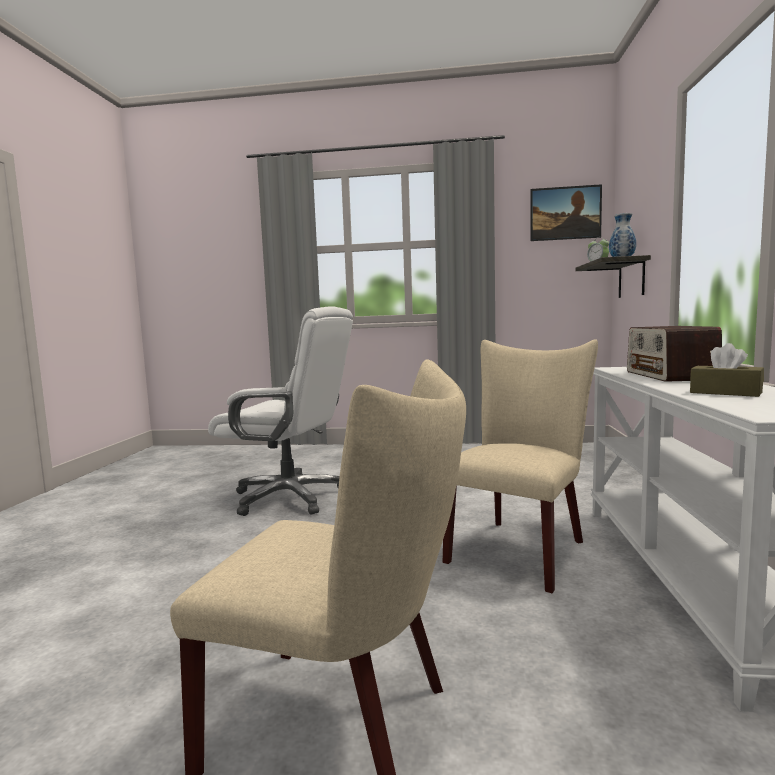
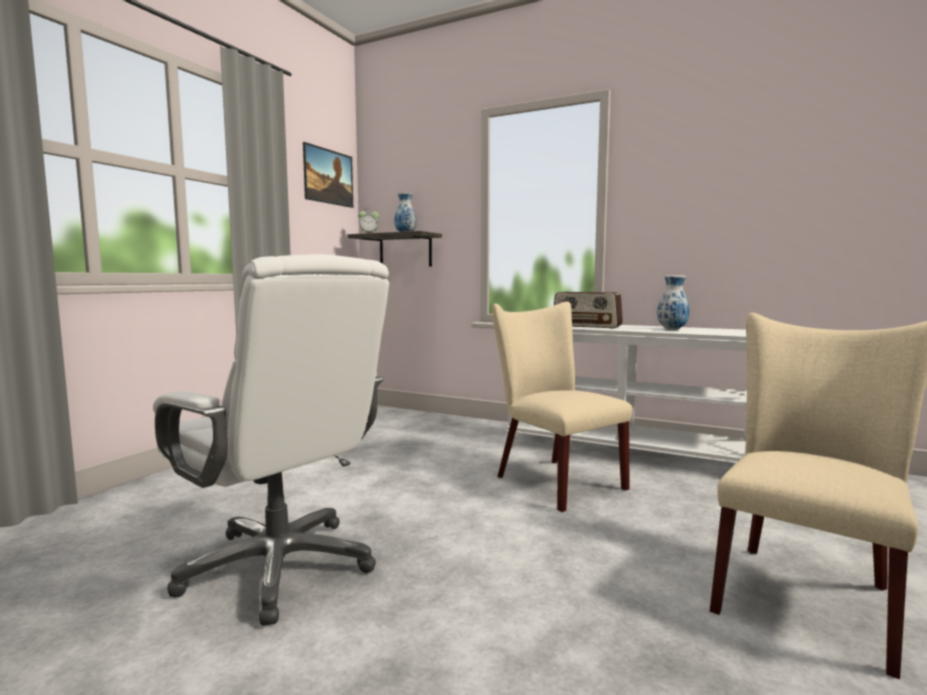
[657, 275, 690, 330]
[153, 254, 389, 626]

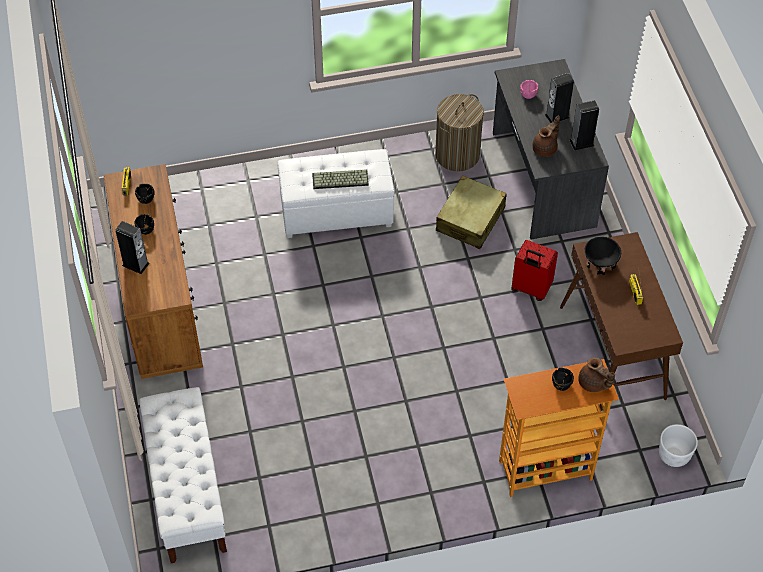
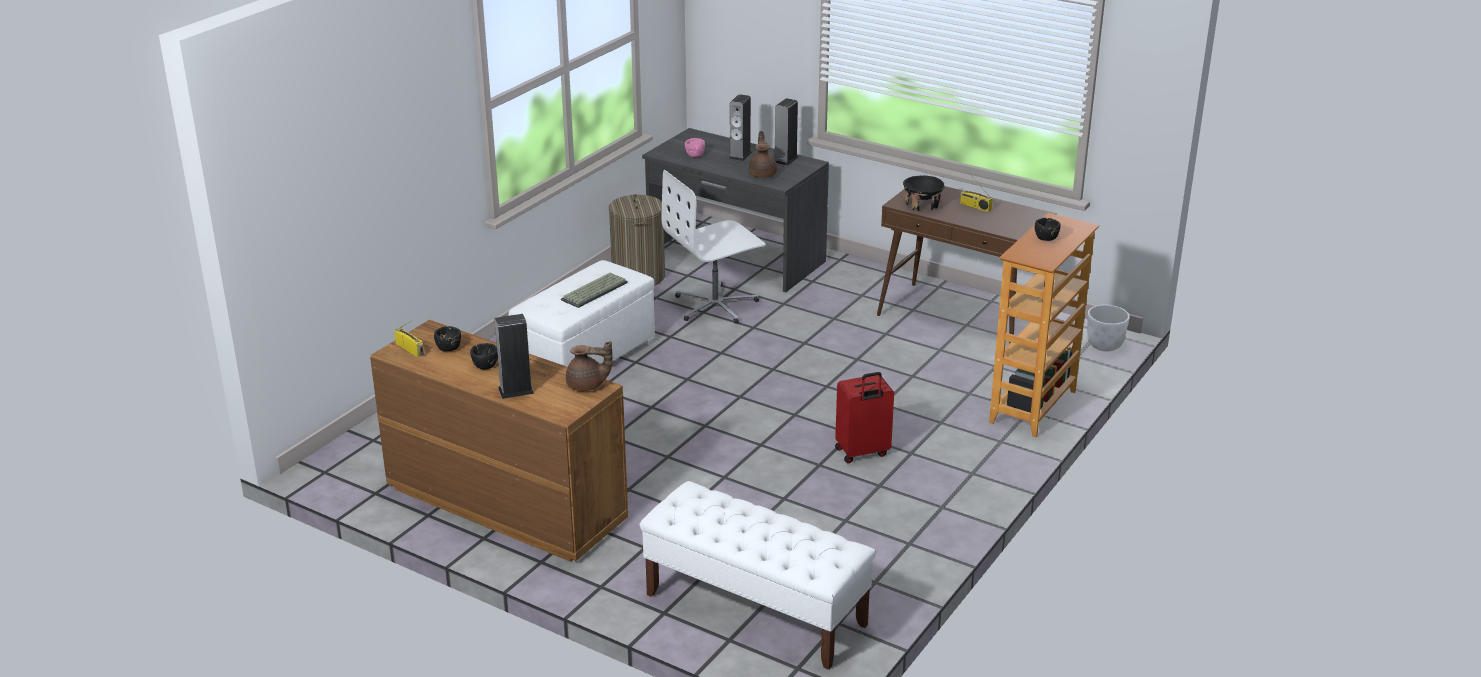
[835, 372, 894, 463]
[566, 341, 613, 391]
[662, 170, 765, 324]

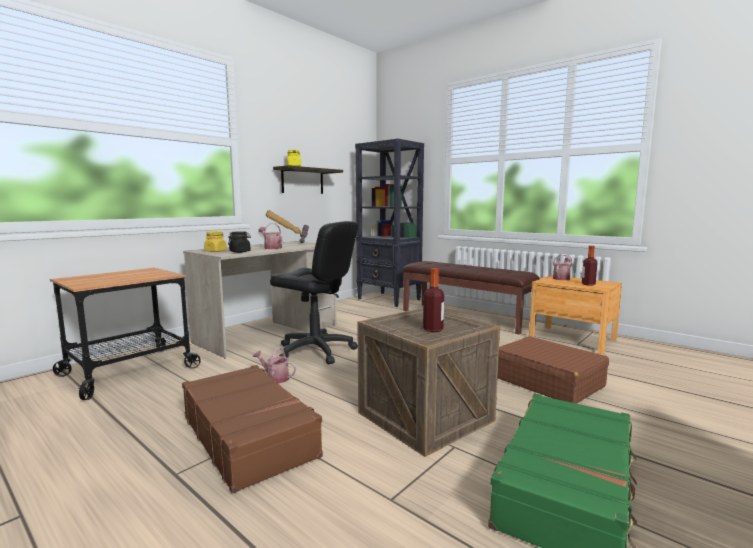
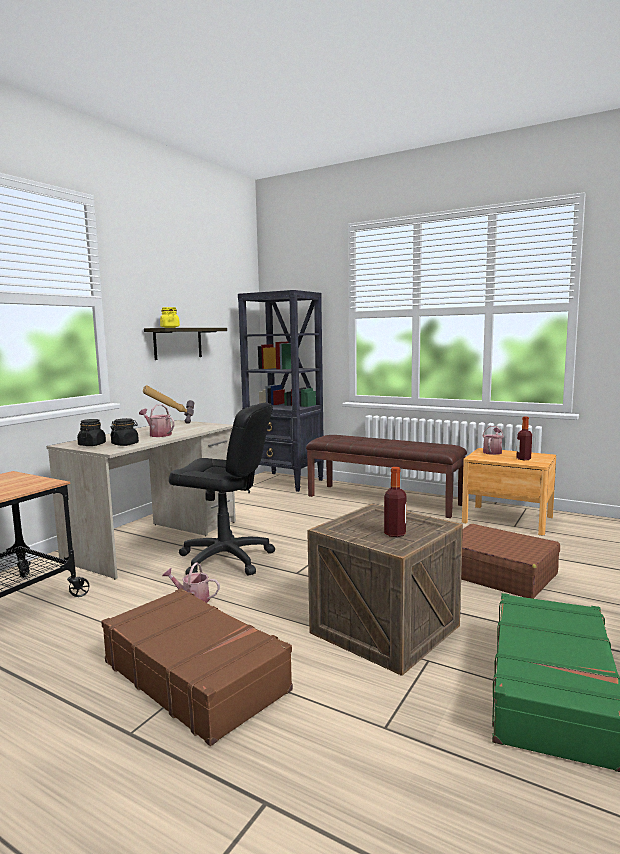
[77, 419, 106, 446]

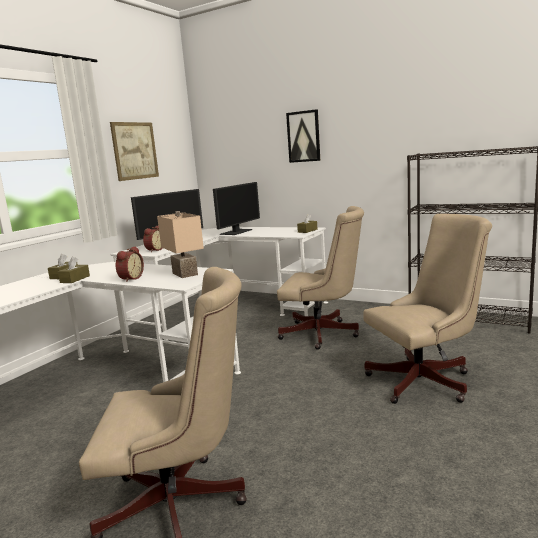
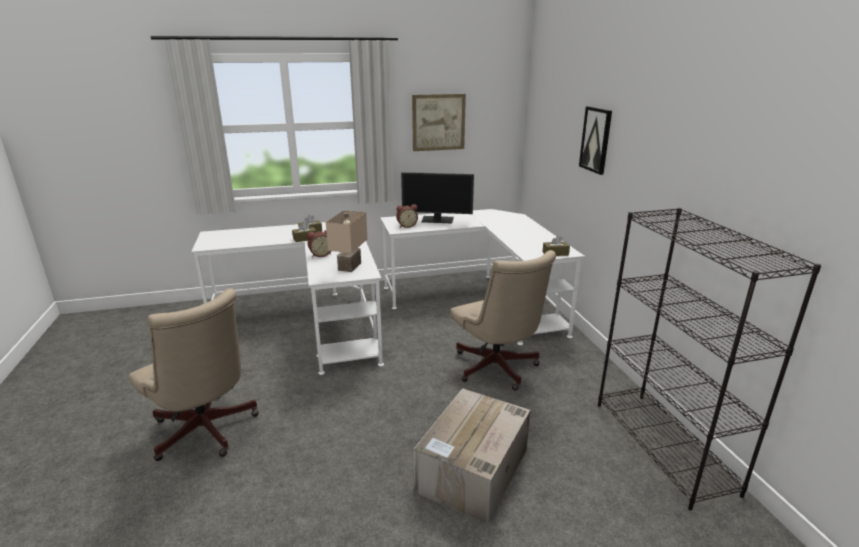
[213, 182, 260, 235] (first image)
[413, 388, 530, 524]

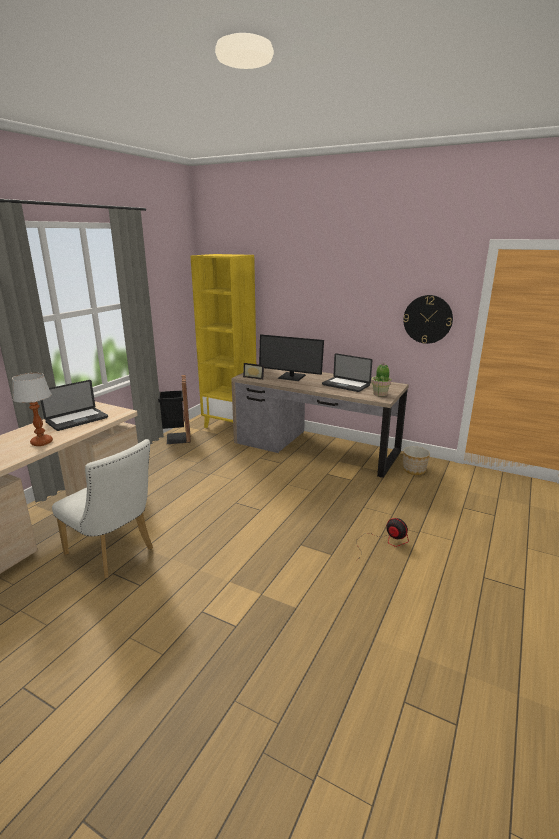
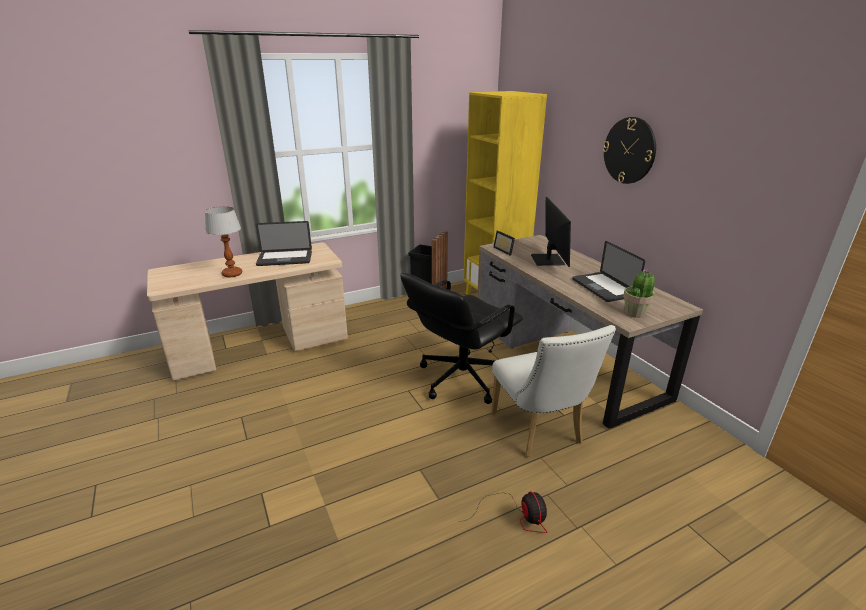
[403, 446, 430, 475] (first image)
[400, 273, 523, 404]
[491, 325, 616, 457]
[603, 117, 656, 184]
[531, 197, 571, 267]

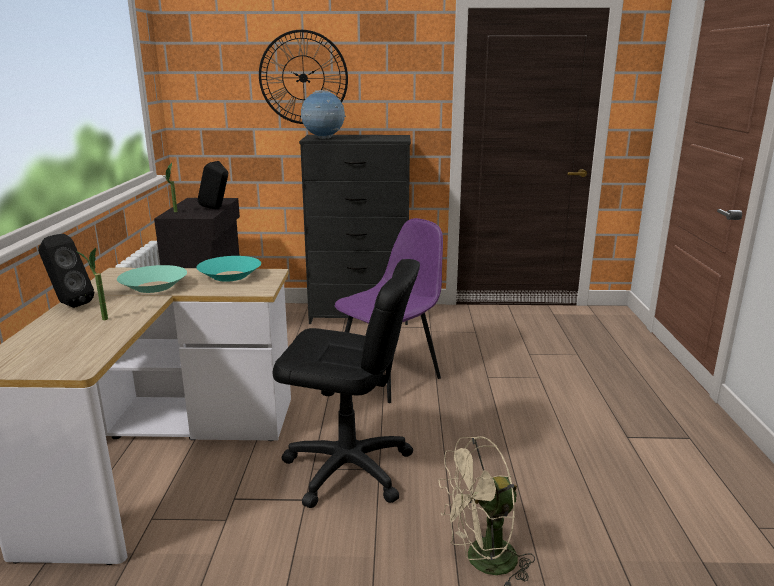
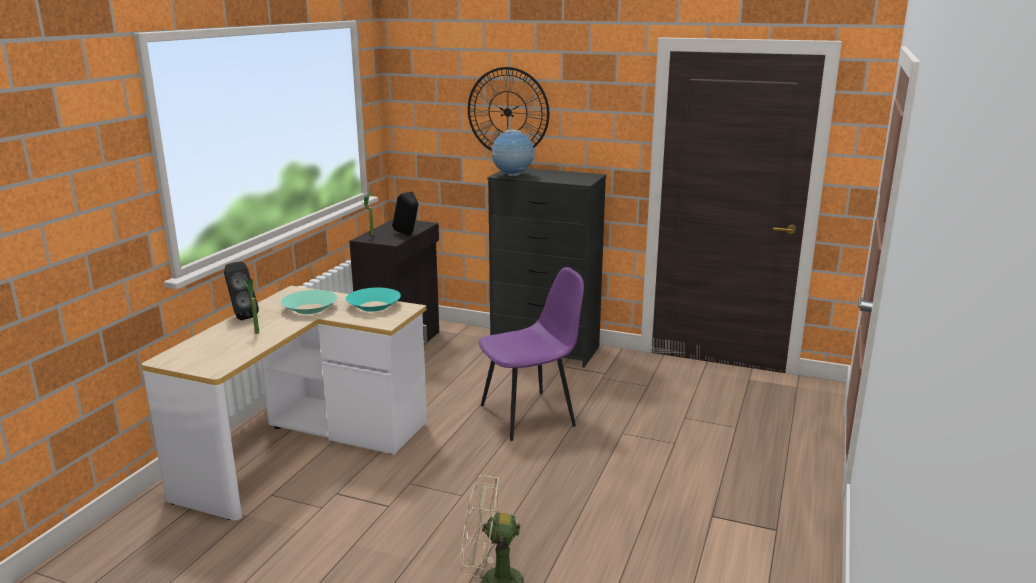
[273, 259, 420, 508] (first image)

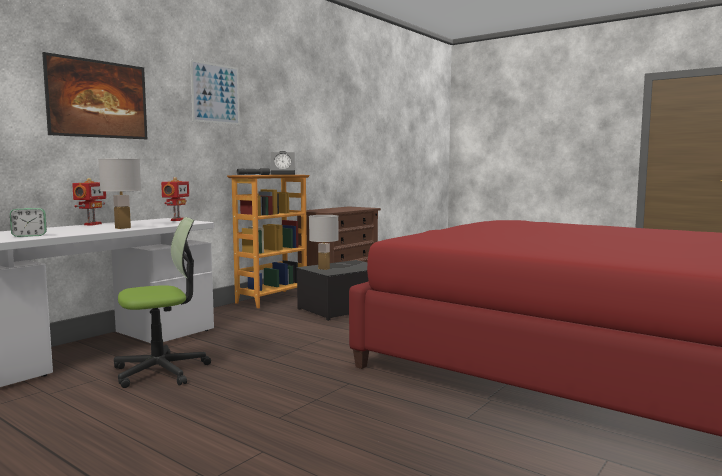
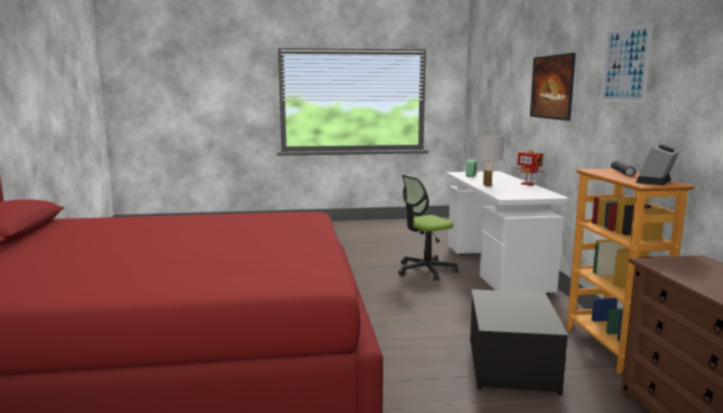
[161, 177, 189, 221] (first image)
[309, 215, 338, 270] (first image)
[398, 175, 458, 281]

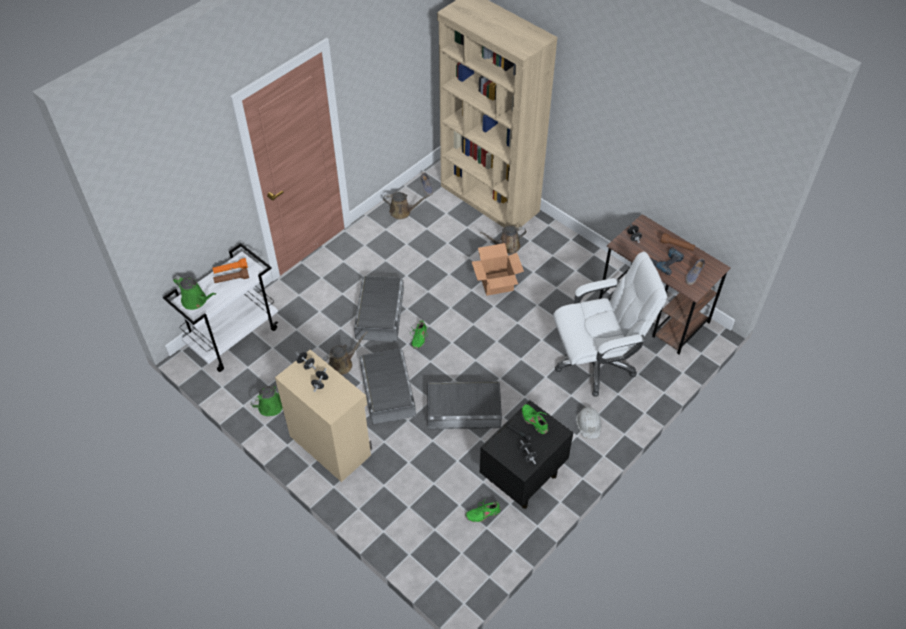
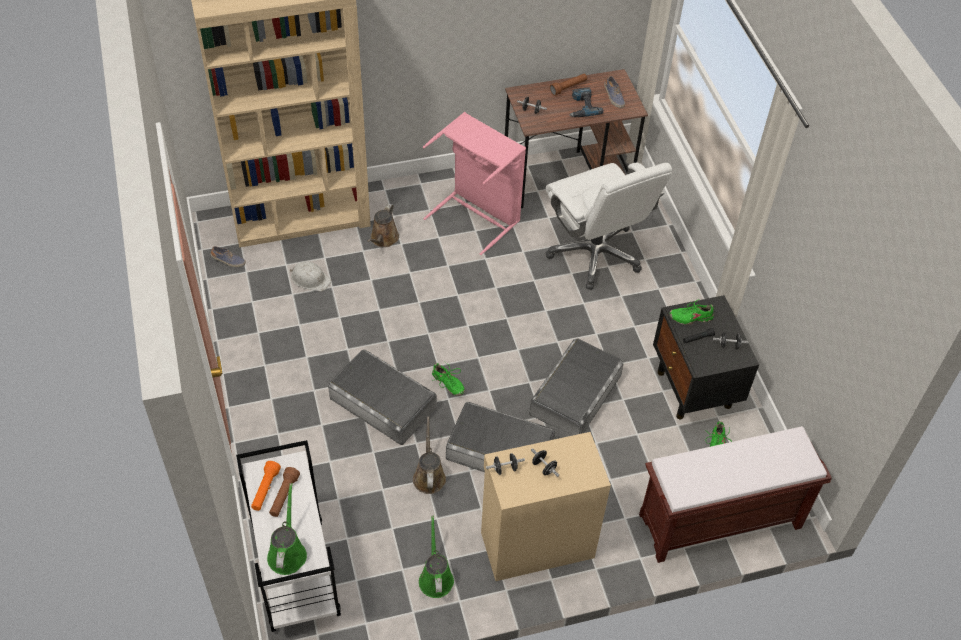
[383, 192, 429, 219] (first image)
[472, 243, 524, 296] (first image)
[423, 112, 526, 255]
[639, 426, 832, 563]
[290, 261, 331, 292]
[267, 483, 307, 575]
[546, 162, 672, 290]

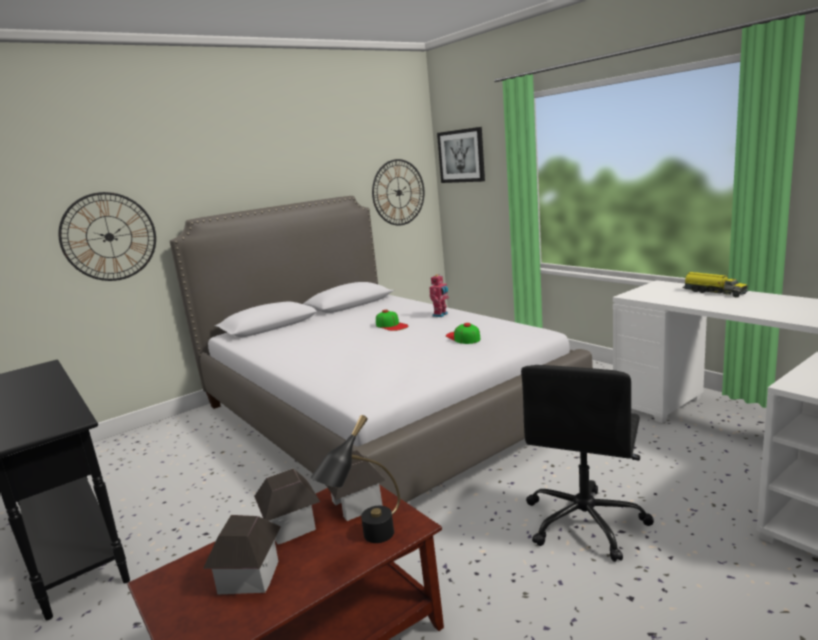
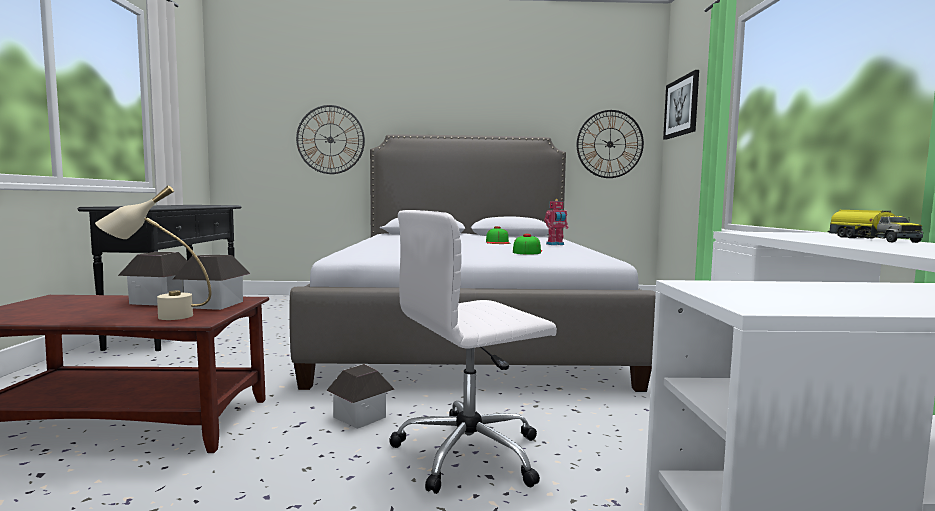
[327, 364, 394, 429]
[95, 185, 211, 320]
[389, 210, 557, 494]

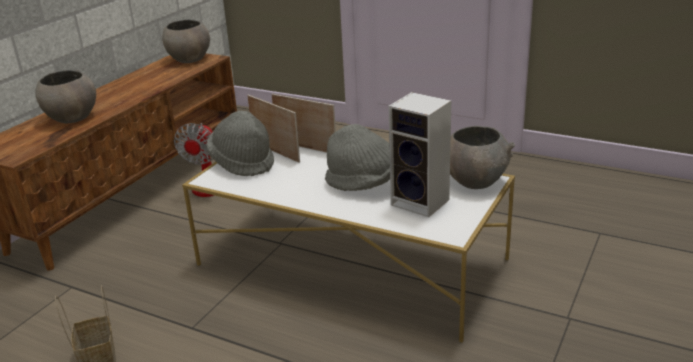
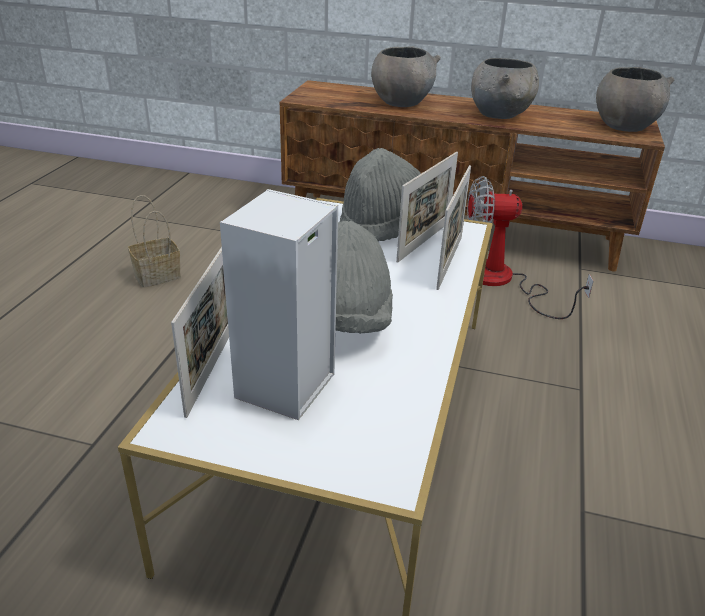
[171, 247, 229, 418]
[471, 58, 539, 119]

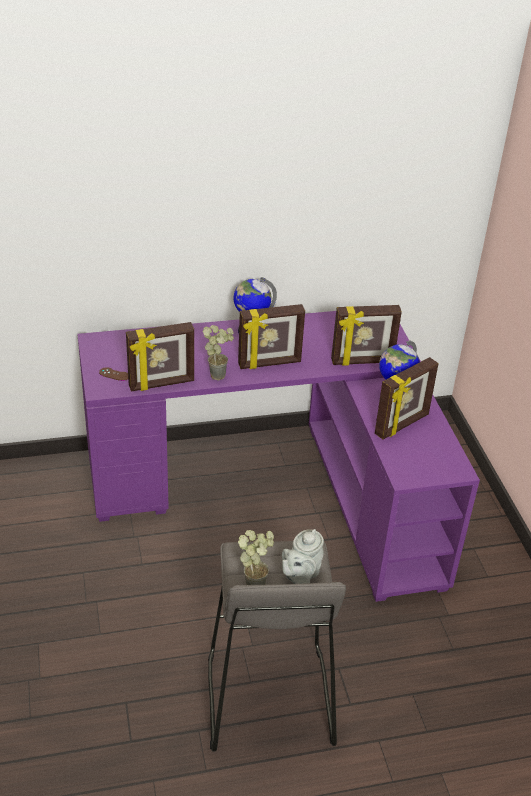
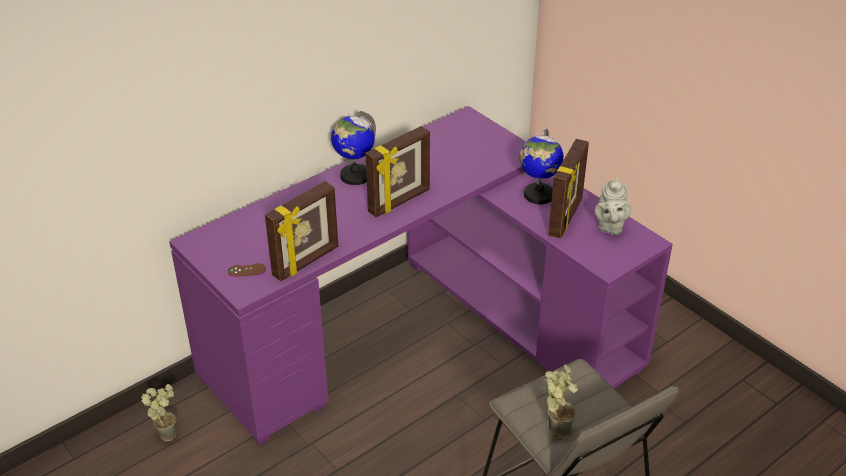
[331, 305, 402, 366] (first image)
[141, 384, 177, 441]
[595, 178, 631, 235]

